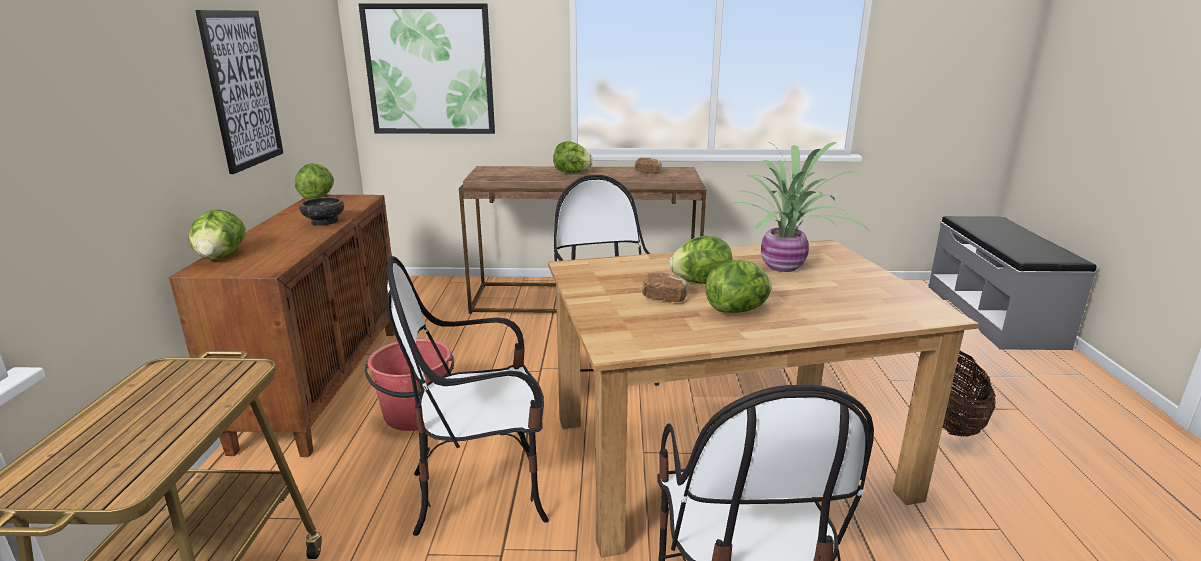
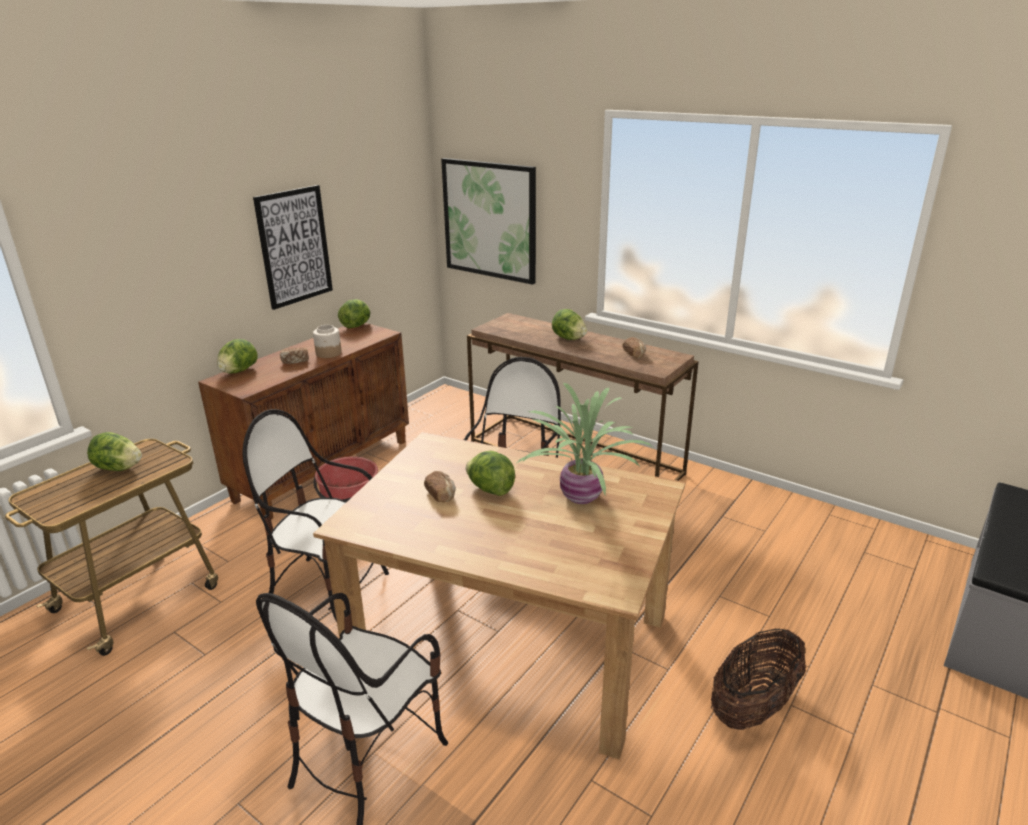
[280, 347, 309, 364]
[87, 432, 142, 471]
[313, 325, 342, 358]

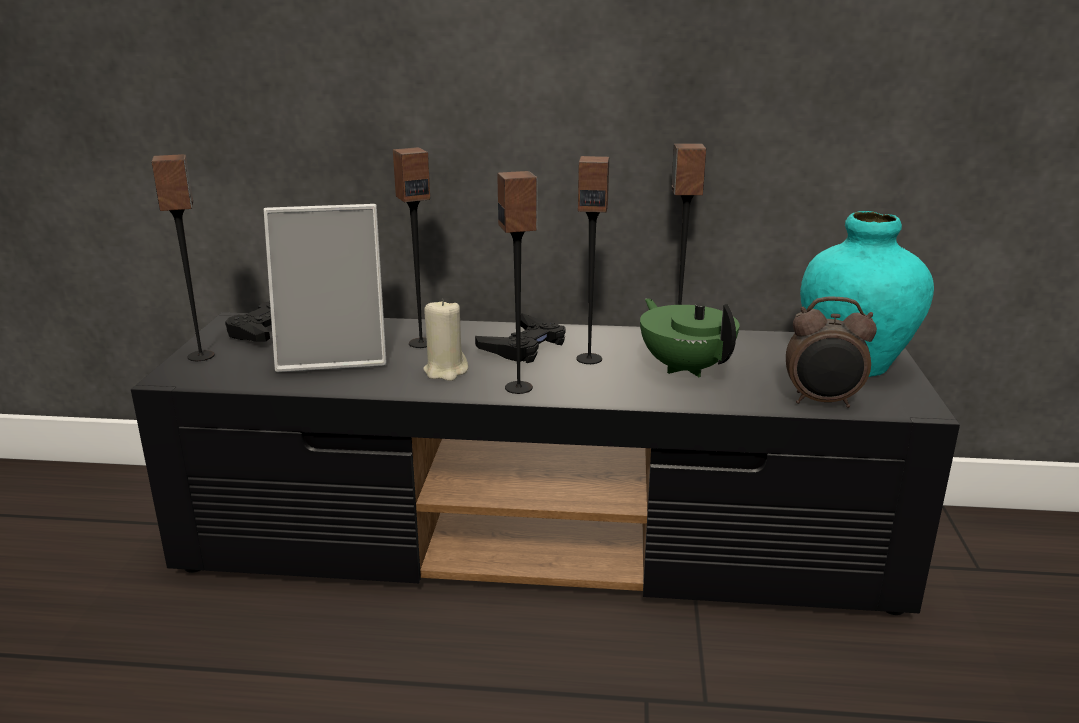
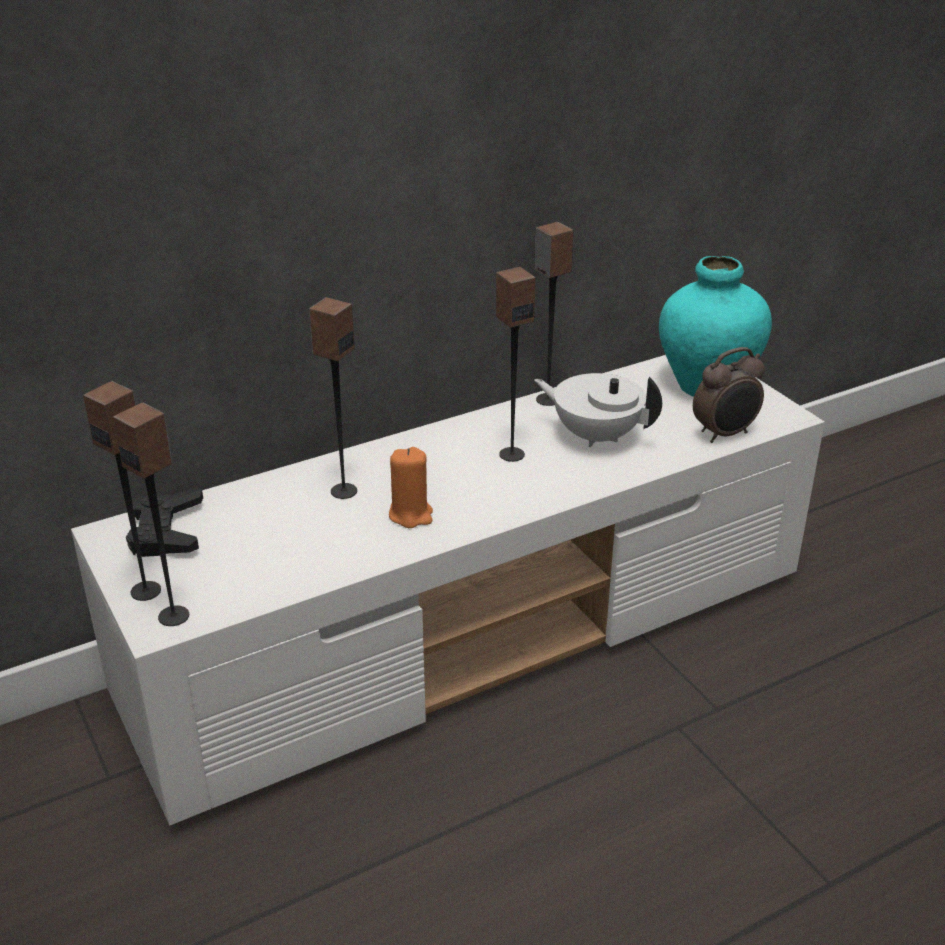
[264, 204, 387, 372] (first image)
[475, 313, 566, 363] (first image)
[113, 403, 189, 626]
[71, 355, 825, 826]
[389, 447, 433, 528]
[534, 373, 662, 447]

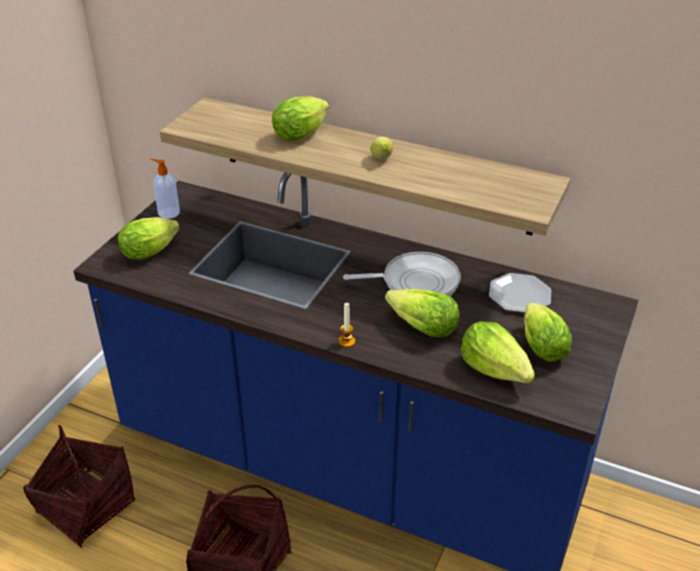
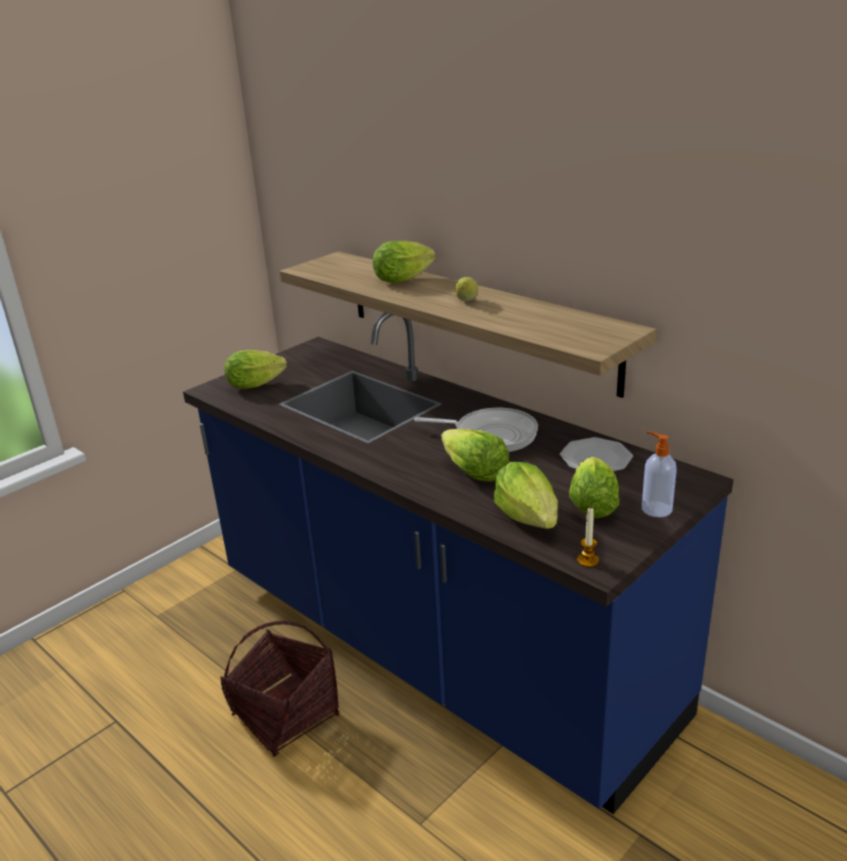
[23, 425, 135, 548] (first image)
[642, 431, 677, 517]
[577, 507, 599, 567]

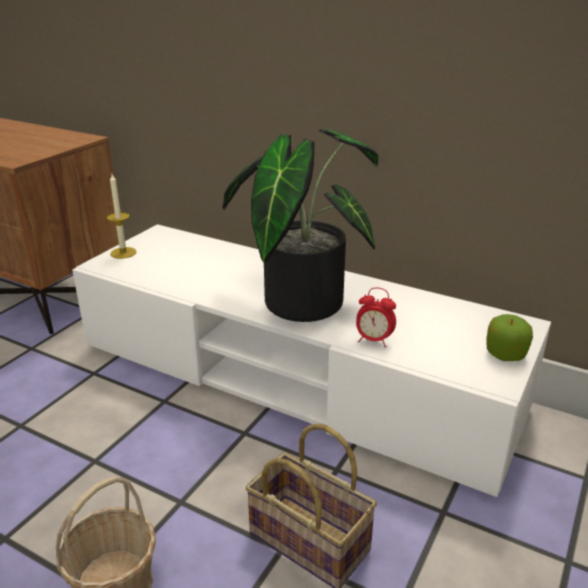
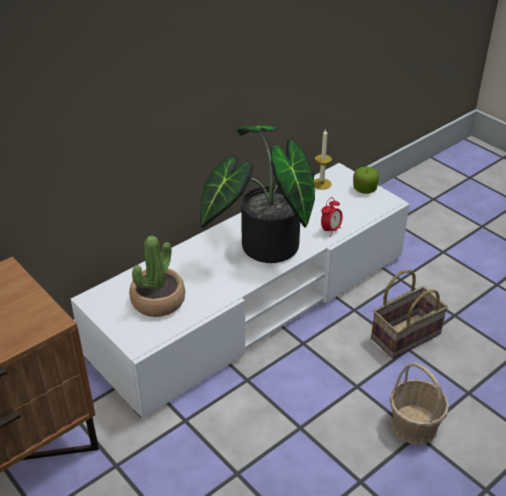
[129, 236, 185, 317]
[314, 128, 332, 190]

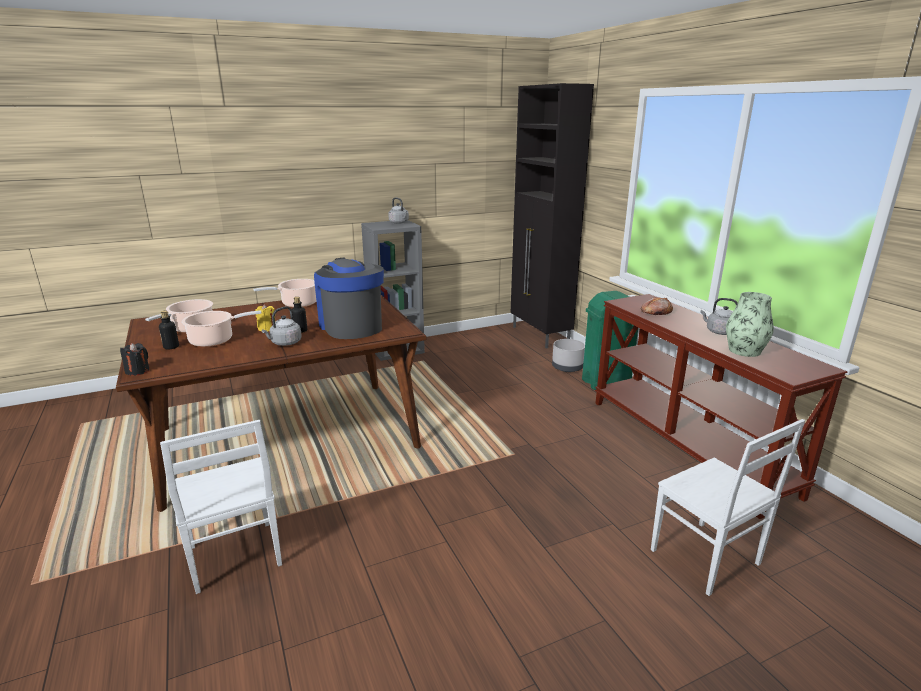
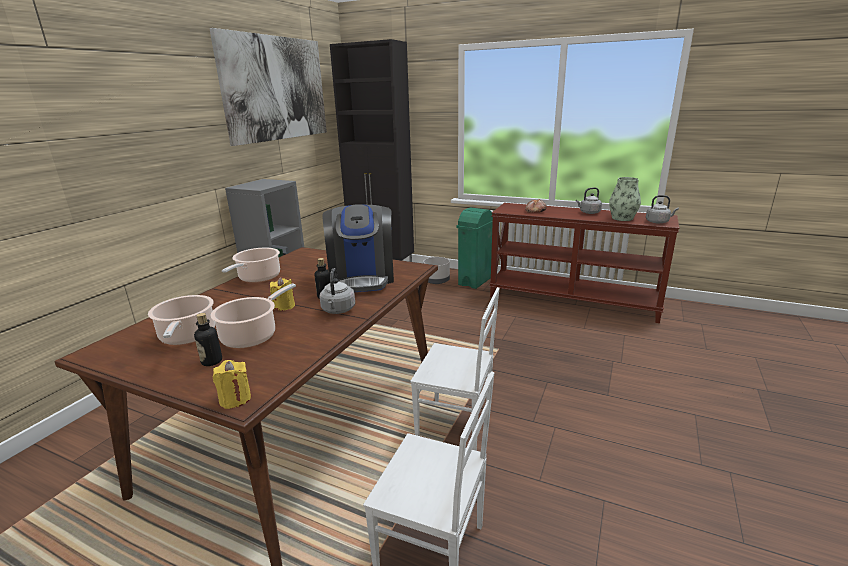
[209, 28, 327, 146]
[646, 195, 679, 223]
[410, 287, 500, 451]
[213, 360, 251, 409]
[322, 204, 394, 292]

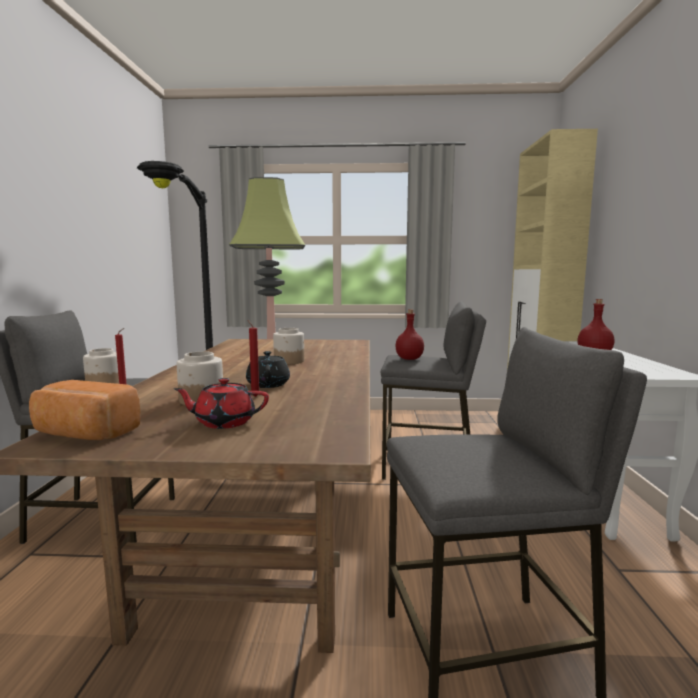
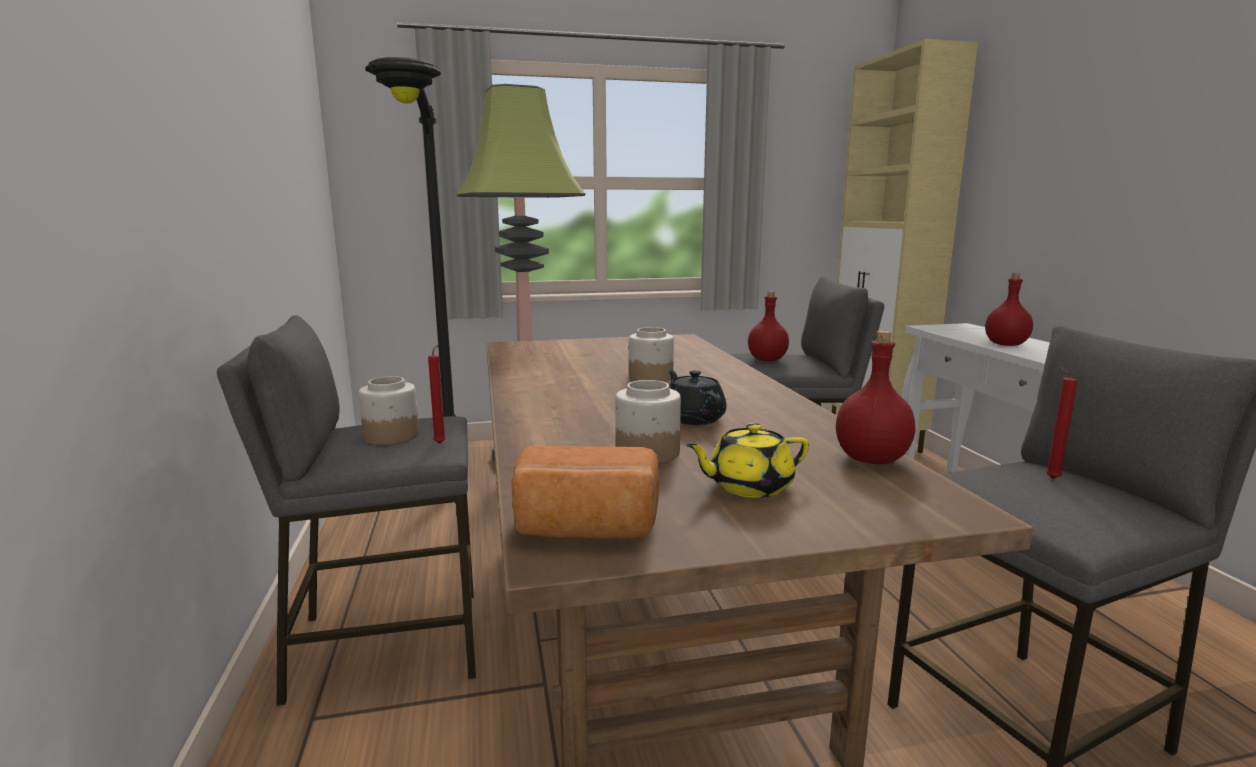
[836, 331, 915, 464]
[1046, 366, 1078, 479]
[686, 423, 809, 498]

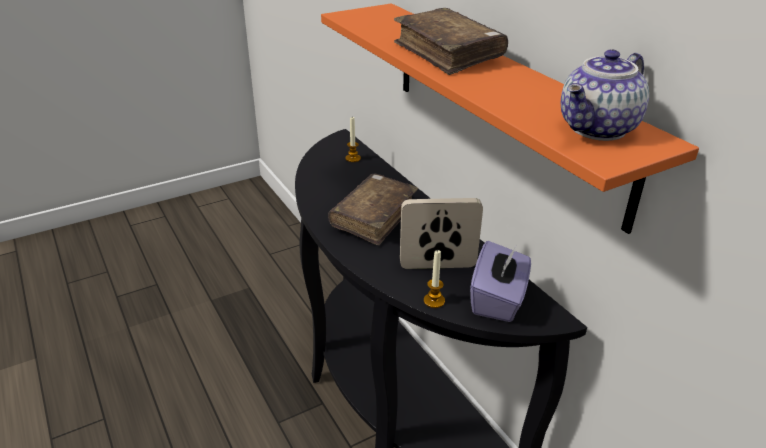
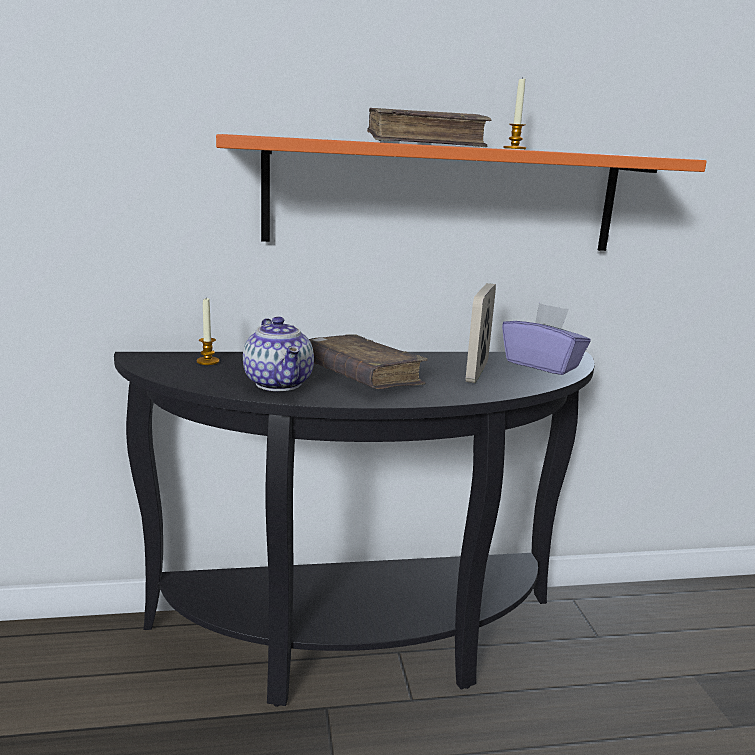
[503, 76, 526, 149]
[243, 317, 314, 391]

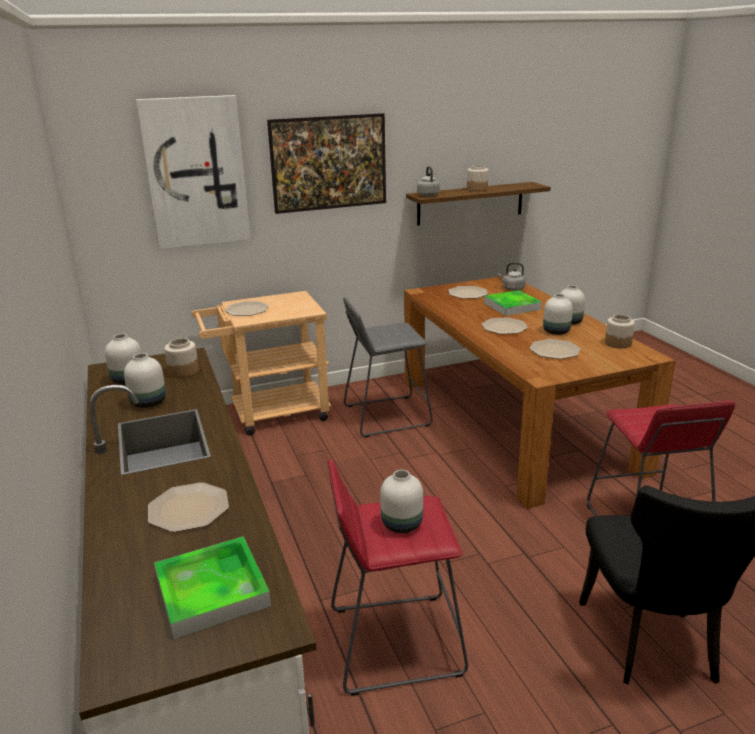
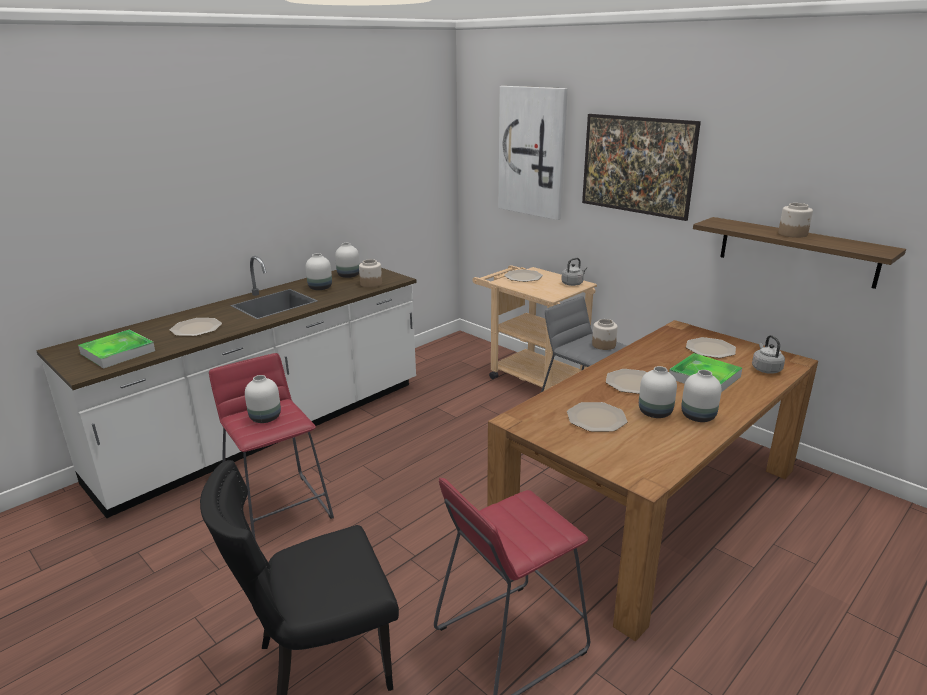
[561, 258, 587, 286]
[592, 319, 618, 350]

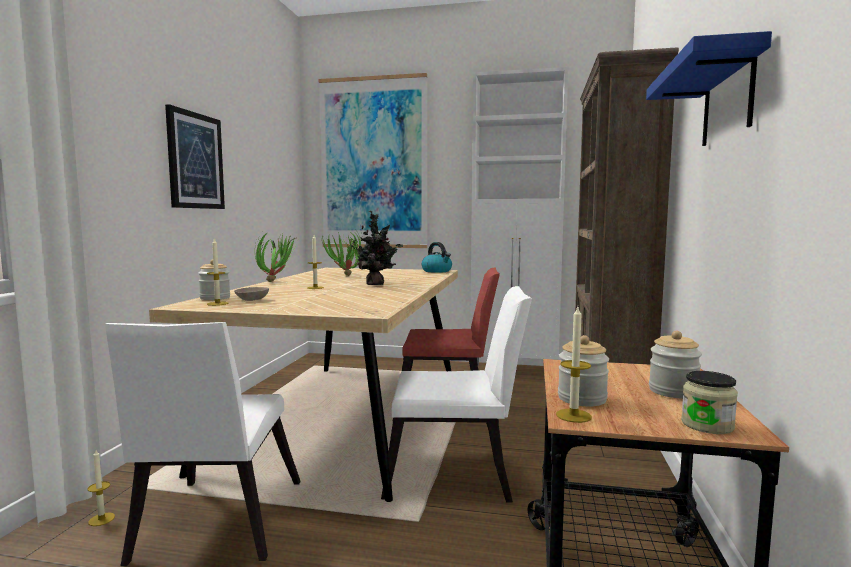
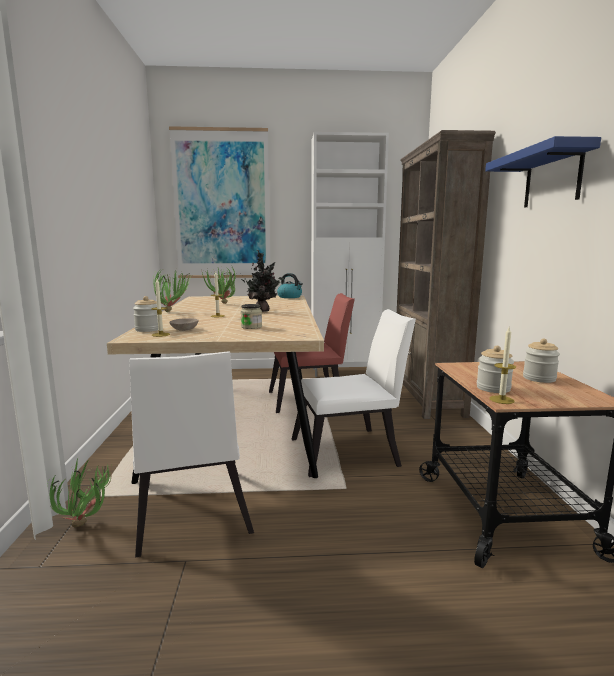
[165, 104, 225, 209] (first image)
[241, 304, 262, 329]
[47, 457, 111, 528]

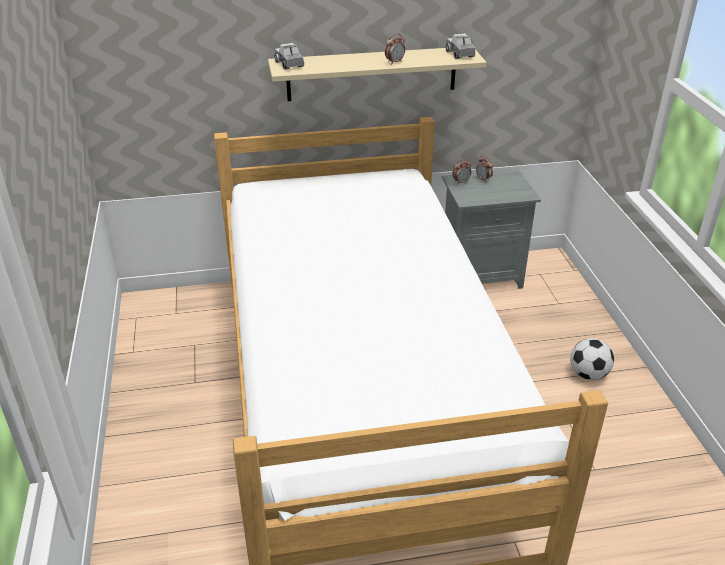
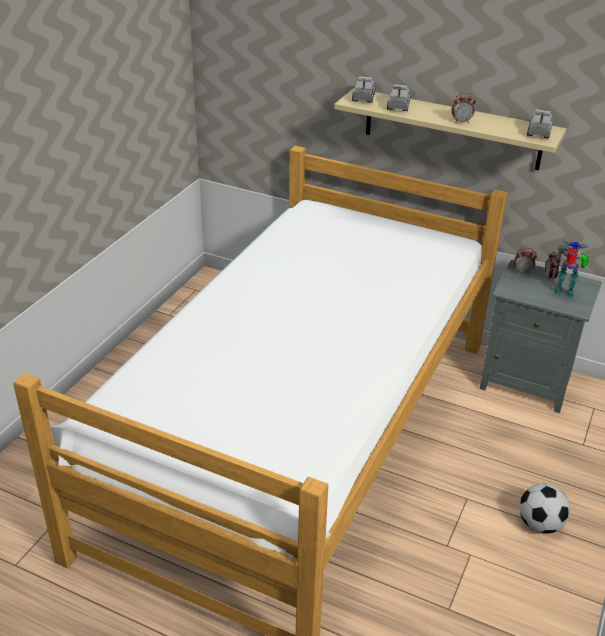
[387, 84, 411, 111]
[552, 240, 589, 300]

